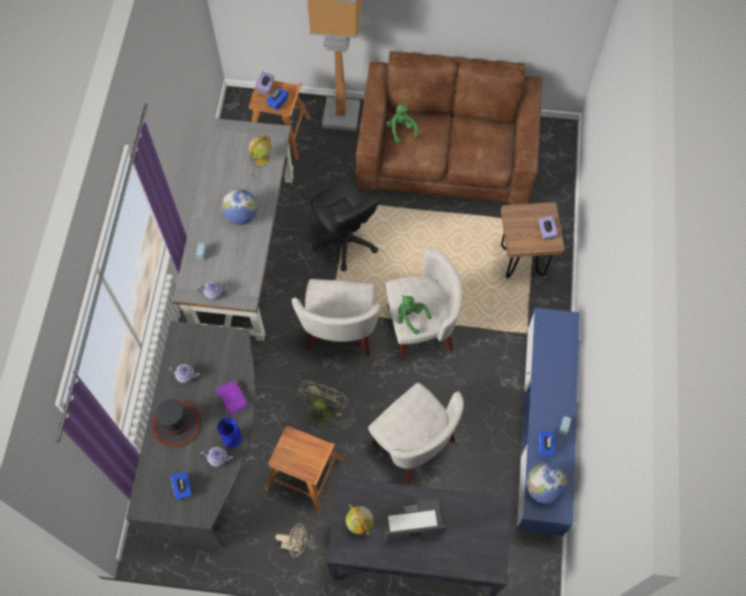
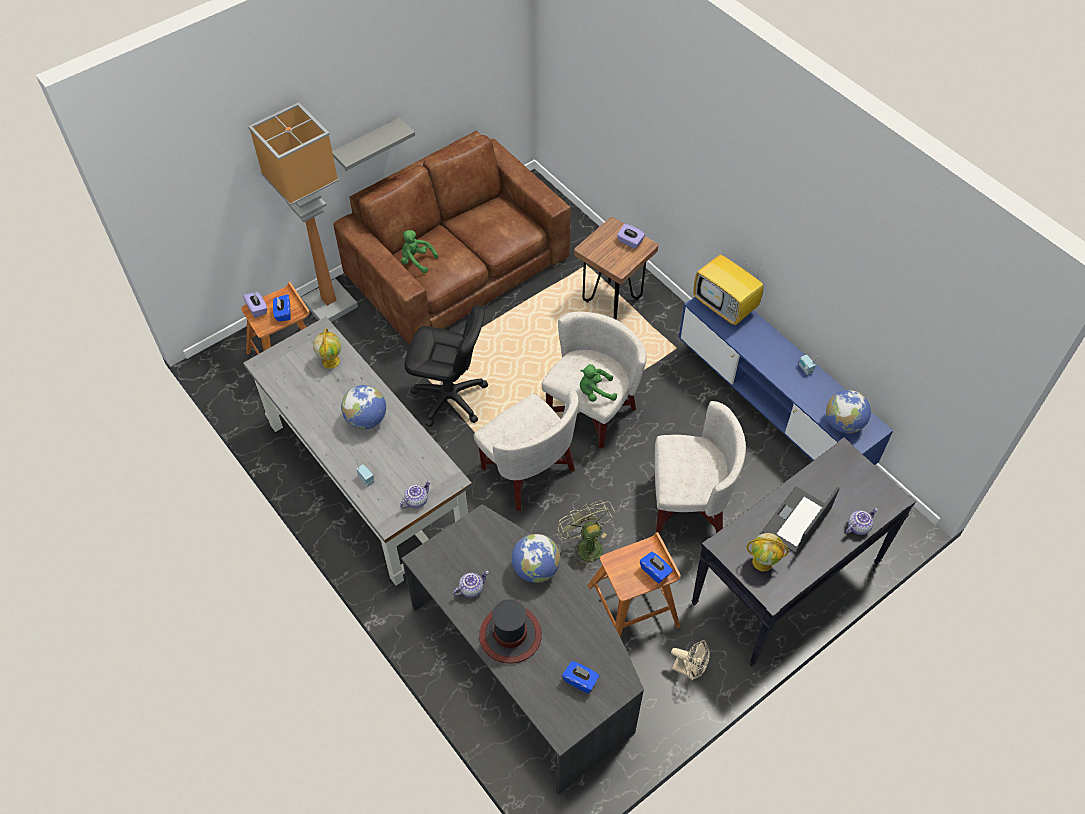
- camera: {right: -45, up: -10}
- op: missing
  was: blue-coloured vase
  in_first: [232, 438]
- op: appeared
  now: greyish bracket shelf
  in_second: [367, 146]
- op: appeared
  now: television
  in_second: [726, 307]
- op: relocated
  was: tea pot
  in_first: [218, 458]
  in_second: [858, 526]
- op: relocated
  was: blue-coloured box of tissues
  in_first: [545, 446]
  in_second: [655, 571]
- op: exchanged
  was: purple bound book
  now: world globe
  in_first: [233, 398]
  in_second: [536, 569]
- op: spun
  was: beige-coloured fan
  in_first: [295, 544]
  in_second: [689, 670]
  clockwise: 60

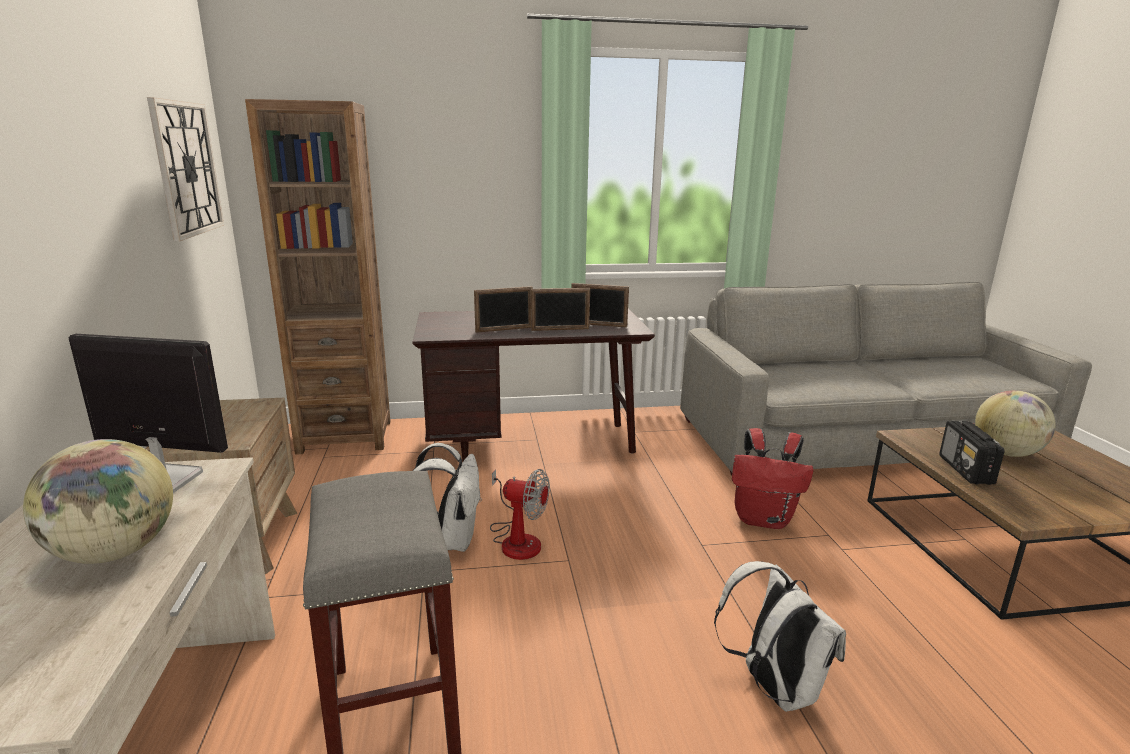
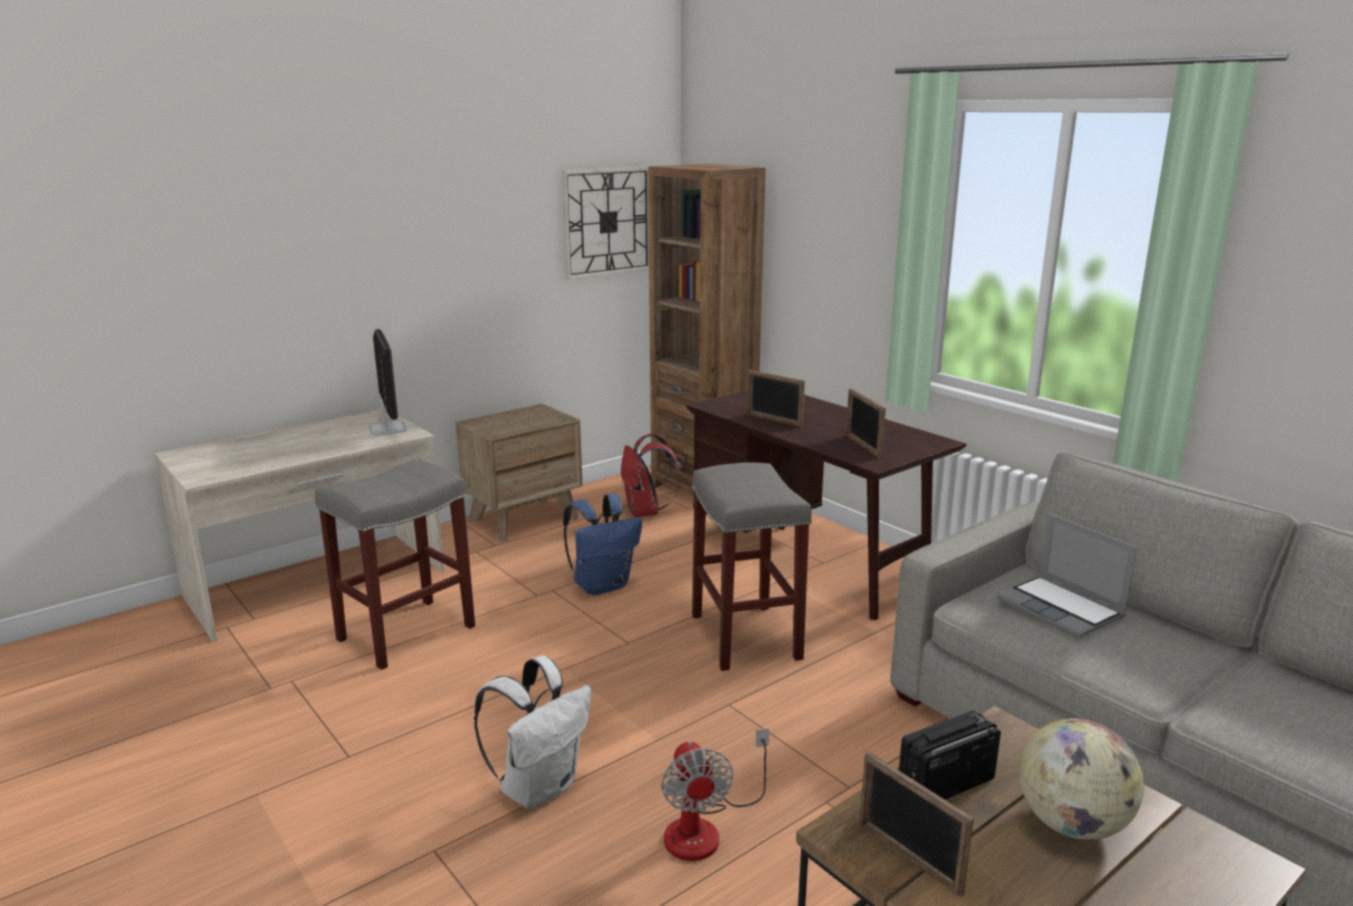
- camera: {right: 60, up: 0}
- op: missing
  was: world globe
  in_first: [114, 552]
- op: appeared
  now: greyish stool
  in_second: [744, 636]
- op: appeared
  now: laptop
  in_second: [1061, 609]
- op: relocated
  was: fan
  in_first: [517, 539]
  in_second: [705, 828]
- op: relocated
  was: standing frame
  in_first: [560, 329]
  in_second: [908, 858]
- op: relocated
  was: red-coloured knapsack
  in_first: [764, 519]
  in_second: [645, 512]
- op: colour
  was: white-coloured knapsack
  now: blue-coloured knapsack
  in_first: [452, 540]
  in_second: [602, 585]

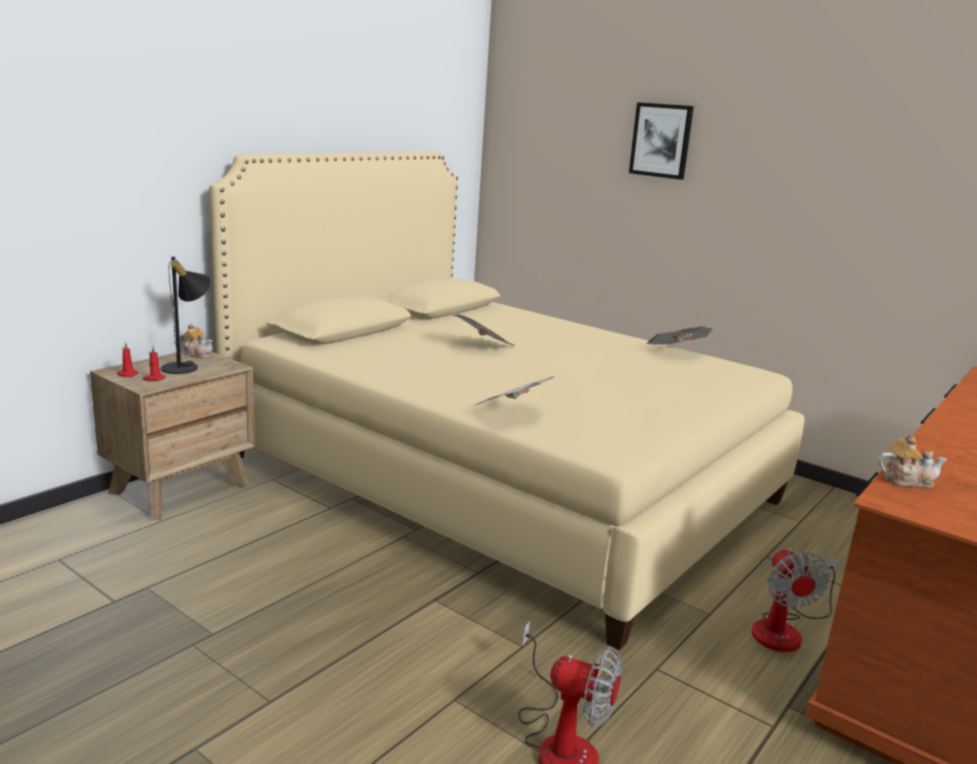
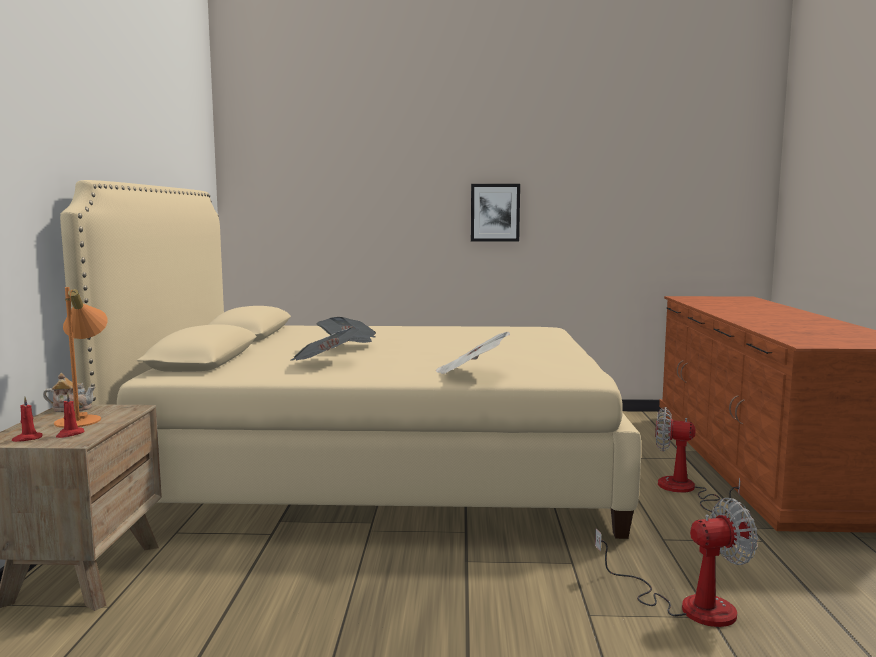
- camera: {right: -35, up: -10}
- op: missing
  was: tea pot
  in_first: [906, 481]
- op: relocated
  was: wall art
  in_first: [661, 140]
  in_second: [495, 212]
- op: relocated
  was: daily paper
  in_first: [676, 353]
  in_second: [325, 363]
- op: colour
  was: blackish lamp for a table
  now: orange lamp for a table
  in_first: [186, 367]
  in_second: [83, 419]
- op: spun
  was: fan
  in_first: [785, 630]
  in_second: [685, 490]
  clockwise: 150

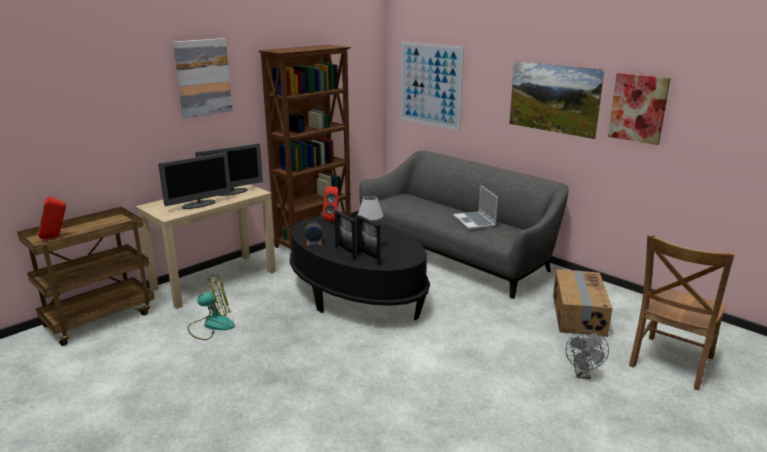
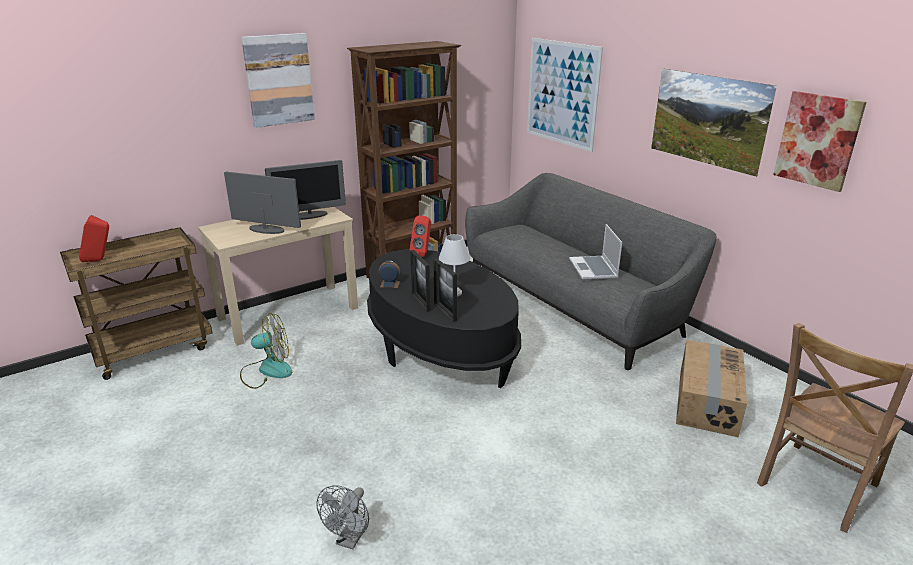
- camera: {right: 10, up: 5}
- op: relocated
  was: greyish fan
  in_first: [582, 374]
  in_second: [350, 539]
- op: spun
  was: monitor
  in_first: [199, 204]
  in_second: [266, 229]
  clockwise: -135

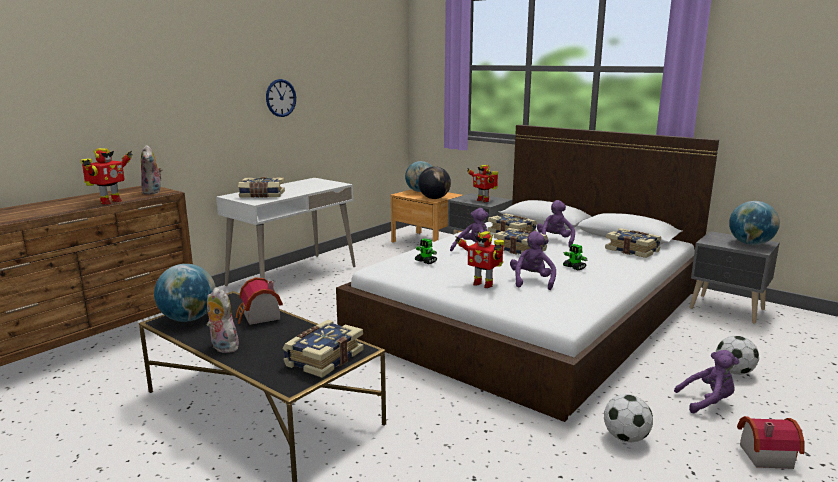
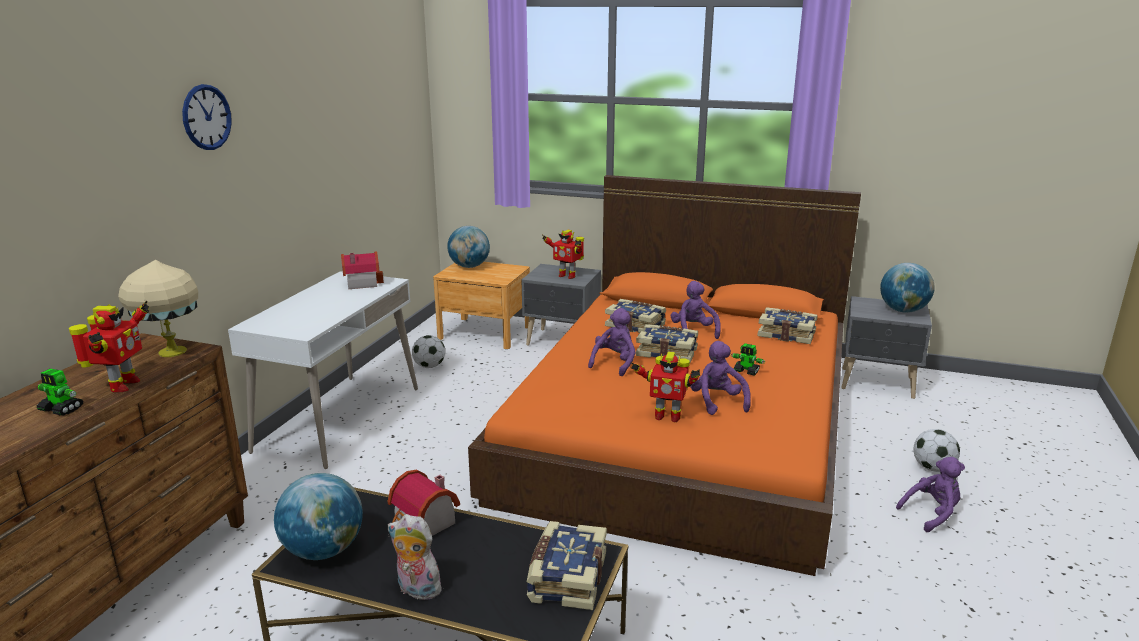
- camera: {right: -20, up: 5}
- op: missing
  was: bound book
  in_first: [262, 195]
- op: missing
  was: world globe
  in_first: [434, 198]
- op: relocated
  was: wall clock
  in_first: [281, 98]
  in_second: [206, 117]
- op: relocated
  was: robot figure
  in_first: [426, 261]
  in_second: [61, 409]
- op: relocated
  was: football
  in_first: [626, 438]
  in_second: [430, 366]
- op: relocated
  was: miniature house
  in_first: [763, 454]
  in_second: [361, 283]
- op: exchanged
  was: cuddly toy
  now: beige-coloured lamp for a table
  in_first: [153, 192]
  in_second: [171, 352]
- op: colour
  was: white-coloured bed
  now: orange bed
  in_first: [533, 312]
  in_second: [684, 425]

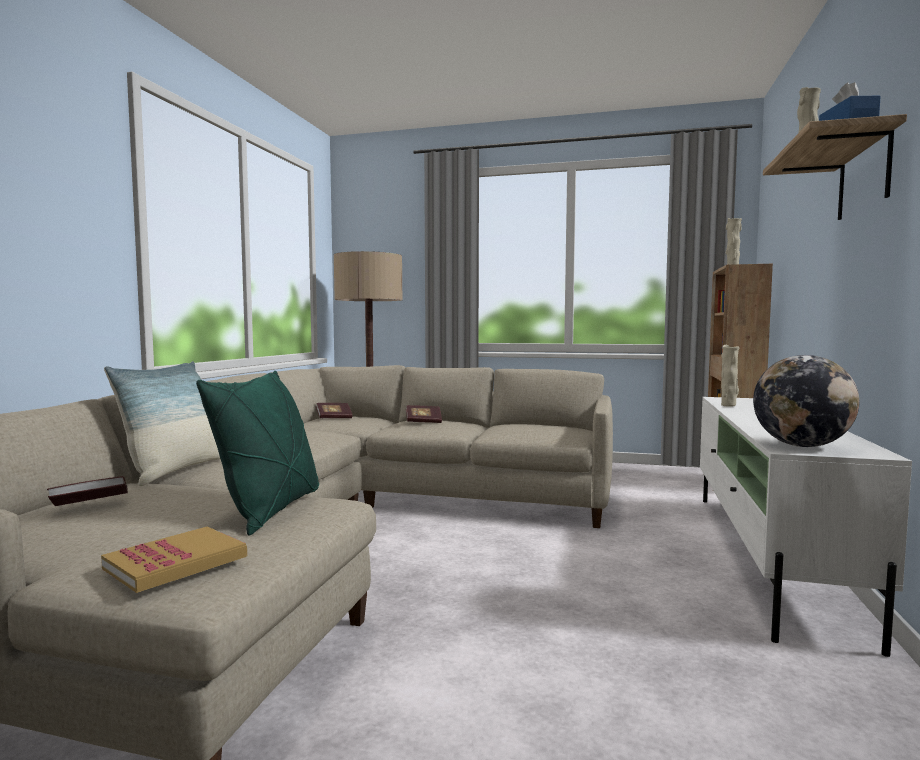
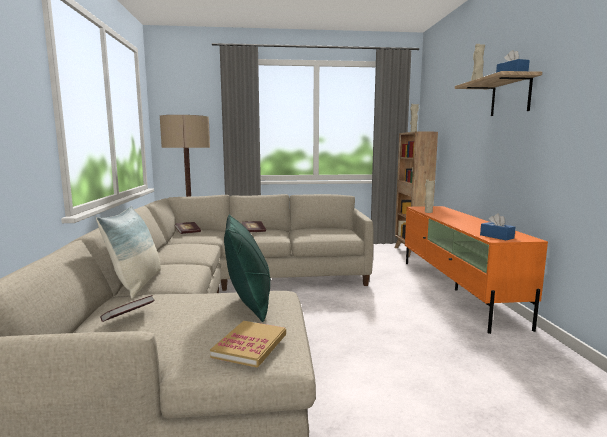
- camera: {right: -20, up: 5}
- op: exchanged
  was: world globe
  now: blue-coloured box of tissues
  in_first: [801, 446]
  in_second: [496, 236]
- op: colour
  was: white-coloured media console
  now: orange media console
  in_first: [767, 556]
  in_second: [456, 290]

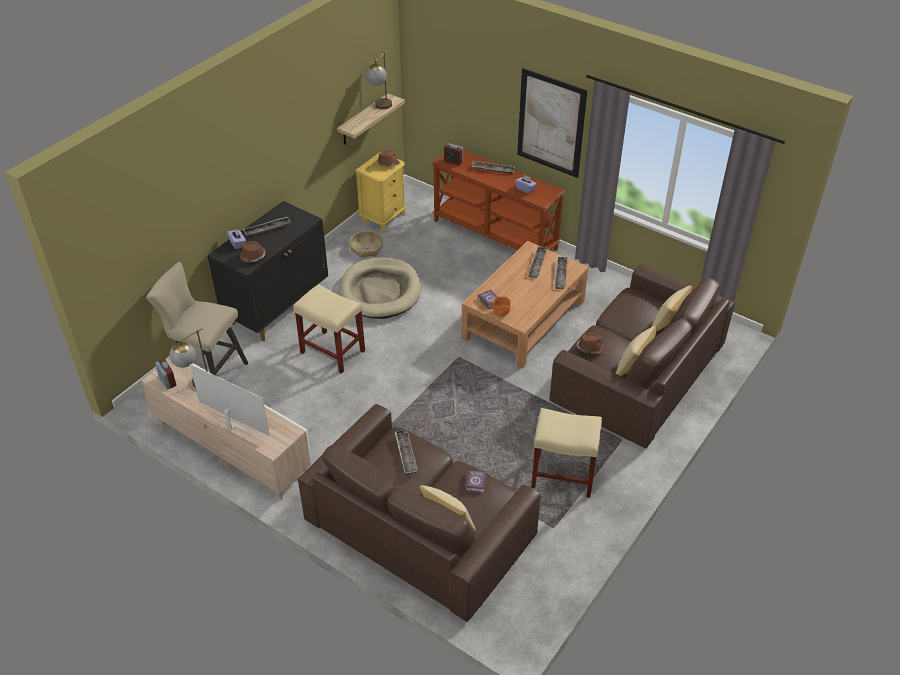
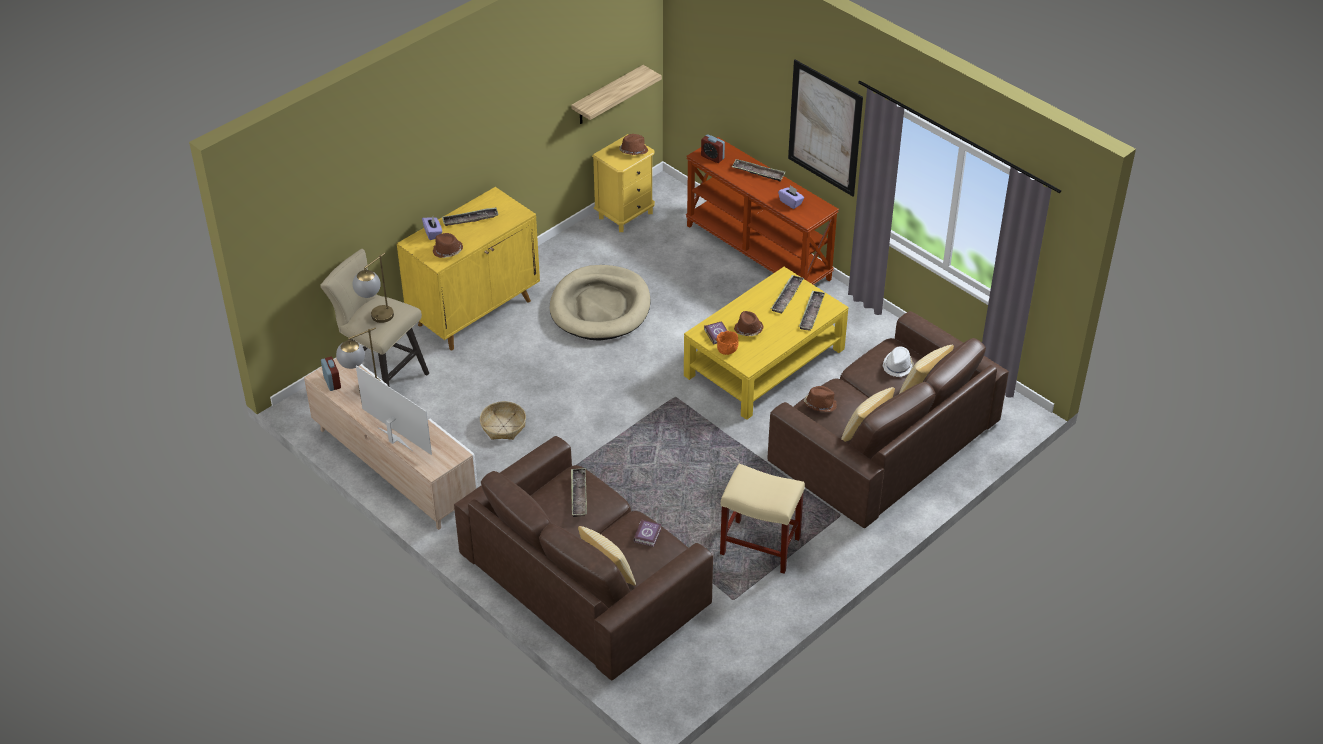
- camera: {right: 10, up: 0}
- op: missing
  was: beige-coloured stool
  in_first: [332, 351]
- op: appeared
  now: brown-coloured clothing hat
  in_second: [748, 330]
- op: appeared
  now: white-coloured clothing hat
  in_second: [898, 366]
- op: relocated
  was: basket
  in_first: [366, 248]
  in_second: [503, 426]
- op: relocated
  was: lamp for a table
  in_first: [380, 108]
  in_second: [376, 320]
- op: colour
  was: blackish cupboard
  now: yellow cupboard
  in_first: [277, 307]
  in_second: [475, 312]
- op: colour
  was: brown-coloured lounge table
  now: yellow lounge table
  in_first: [523, 320]
  in_second: [764, 363]

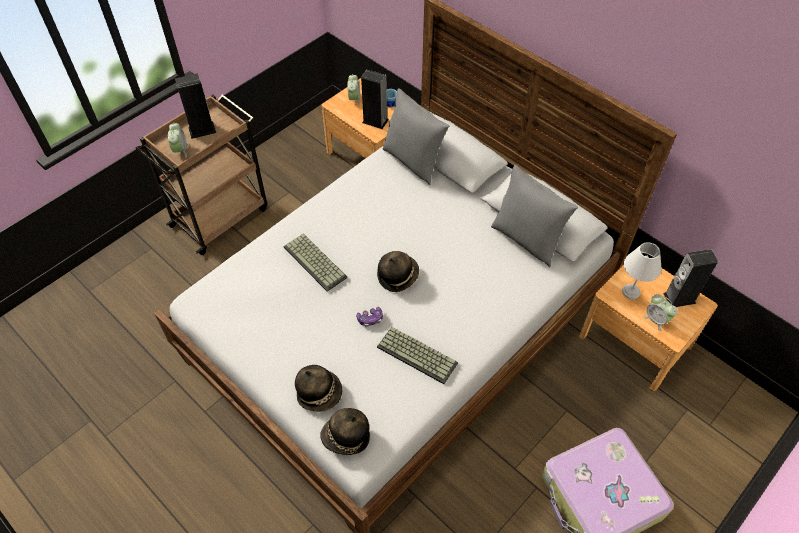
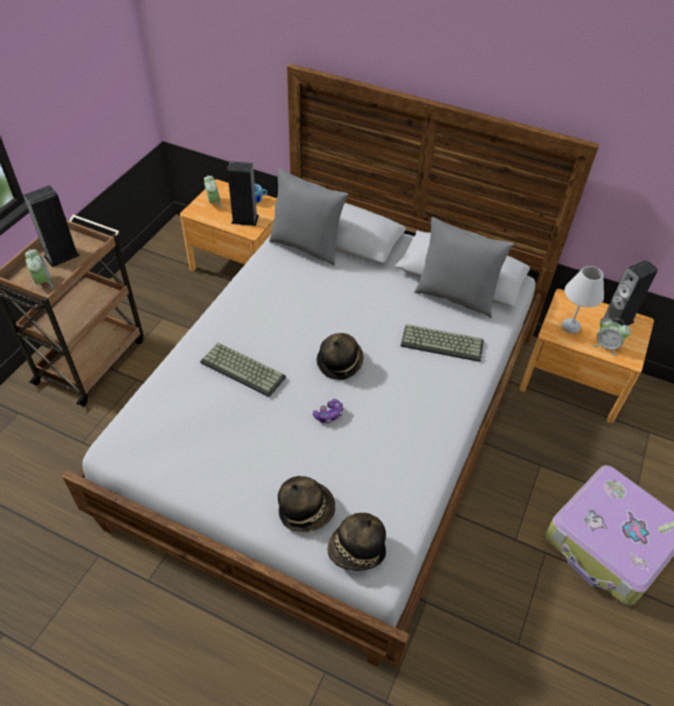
- camera: {right: -20, up: -5}
- op: relocated
  was: computer keyboard
  in_first: [418, 354]
  in_second: [443, 343]

